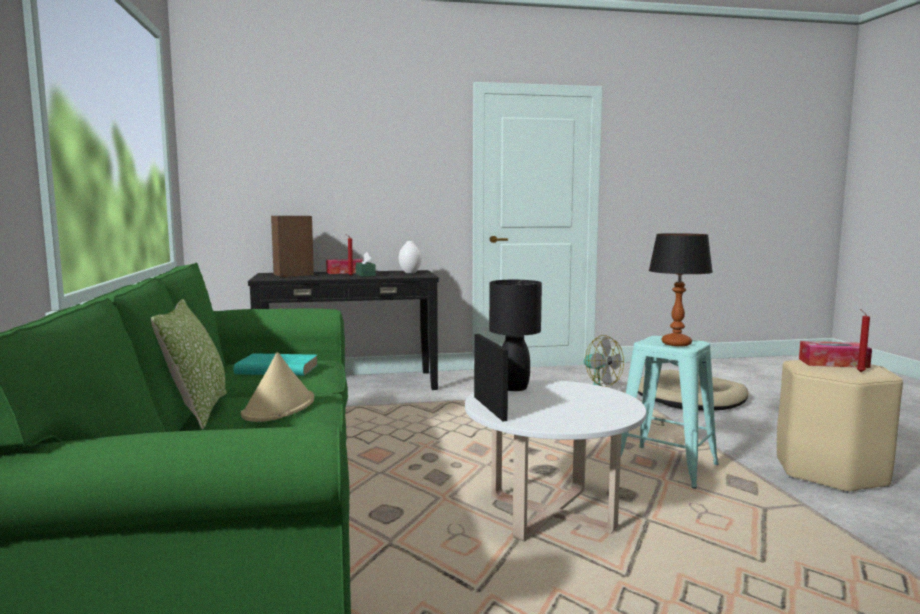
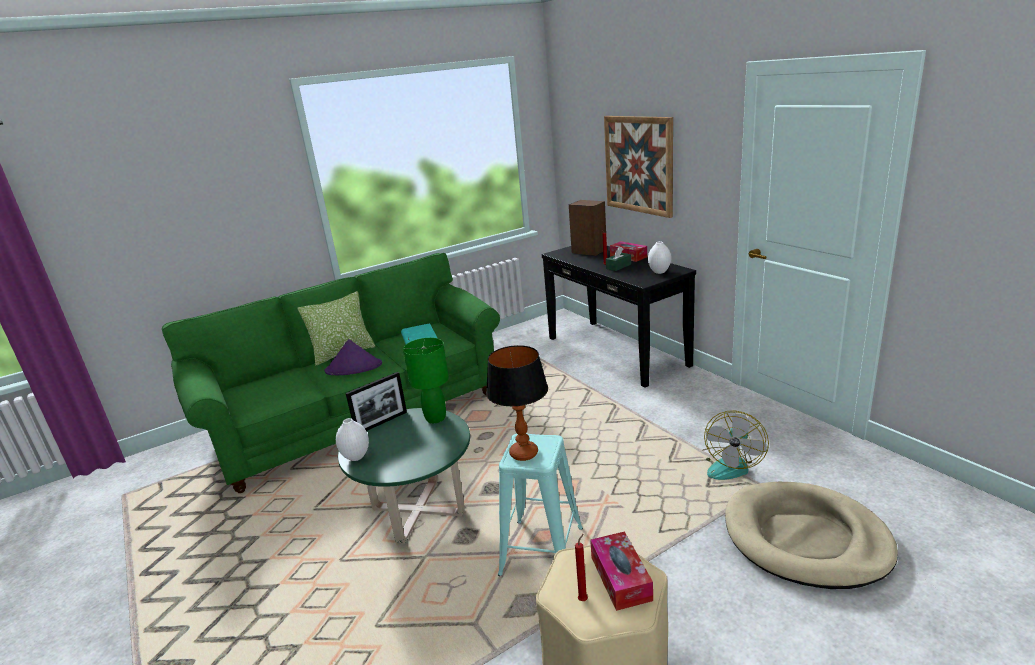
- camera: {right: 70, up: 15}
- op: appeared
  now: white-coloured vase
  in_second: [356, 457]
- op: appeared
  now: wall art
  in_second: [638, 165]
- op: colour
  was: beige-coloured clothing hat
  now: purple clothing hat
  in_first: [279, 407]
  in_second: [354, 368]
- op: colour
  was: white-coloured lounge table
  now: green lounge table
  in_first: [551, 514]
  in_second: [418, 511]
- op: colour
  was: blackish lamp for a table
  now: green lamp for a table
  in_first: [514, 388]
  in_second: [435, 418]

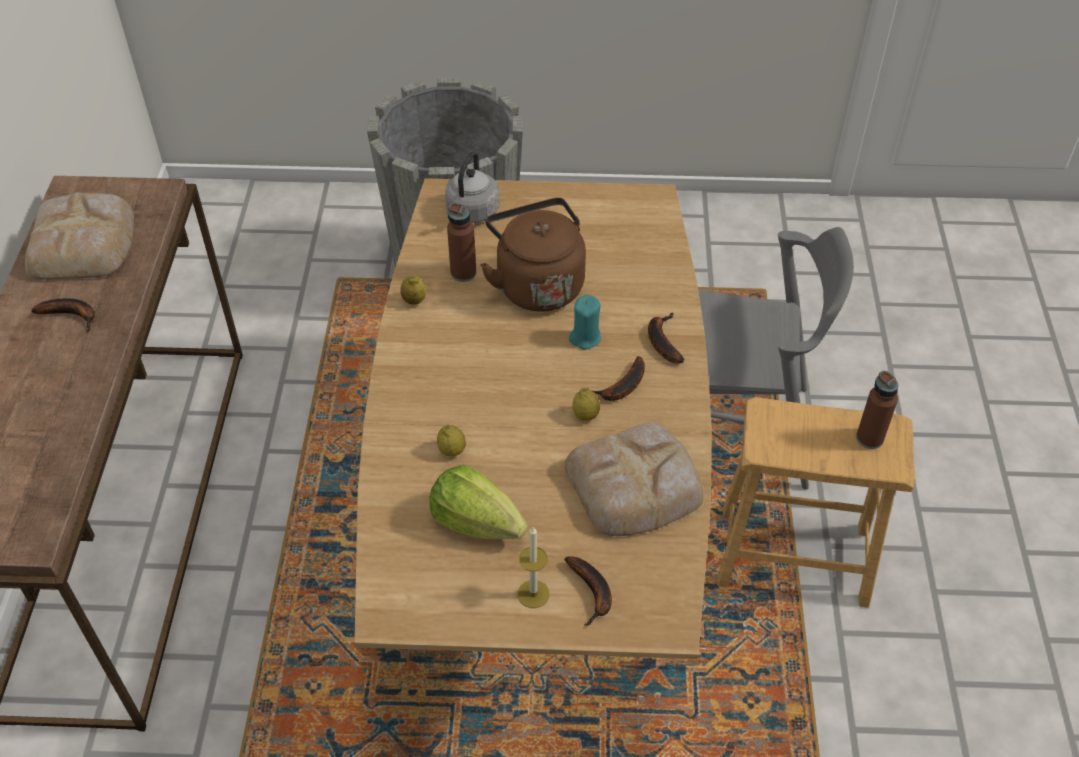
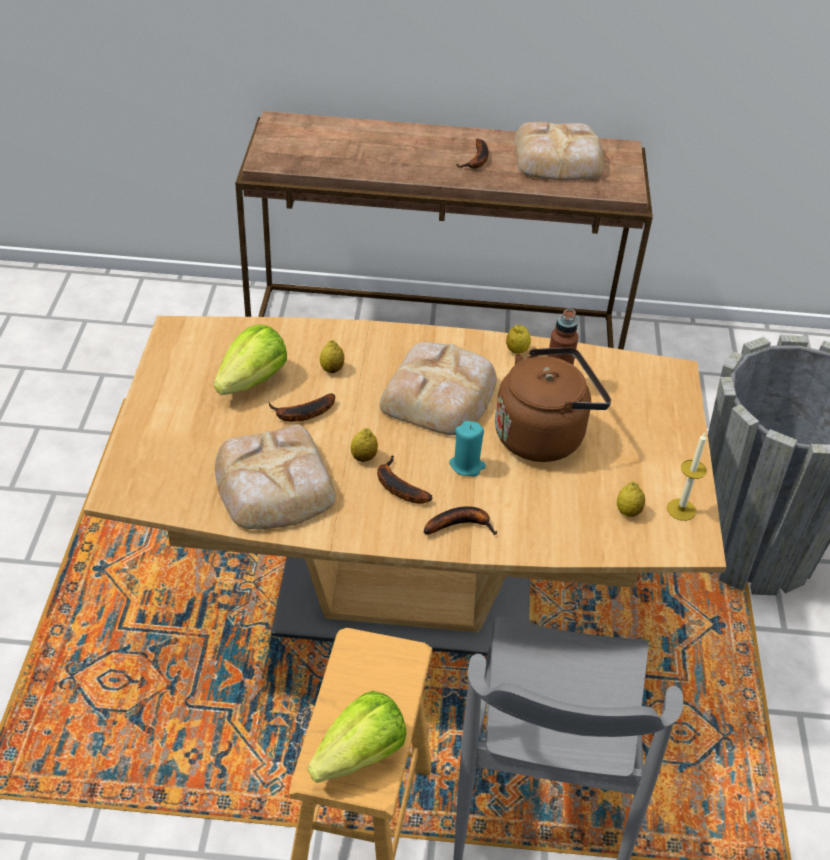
- camera: {right: 90, up: -5}
- op: missing
  was: greyish kettle
  in_first: [471, 213]
- op: appeared
  now: bakery bread
  in_second: [440, 394]
- op: appeared
  now: citrus fruit
  in_second: [628, 511]
- op: relocated
  was: candle
  in_first: [533, 594]
  in_second: [681, 509]
- op: relocated
  was: whole banana
  in_first: [592, 593]
  in_second: [301, 414]
- op: exchanged
  was: brown-coloured bottle
  now: lettuce
  in_first: [869, 438]
  in_second: [360, 755]

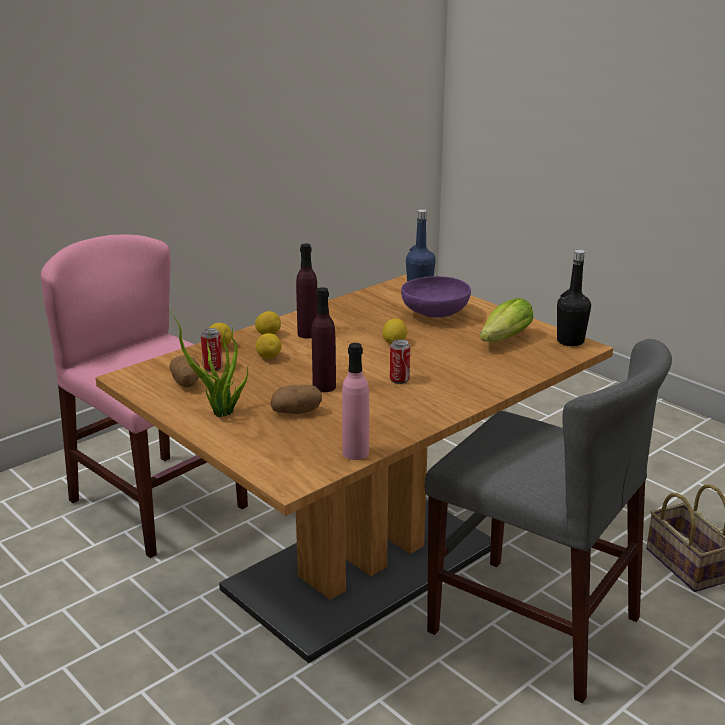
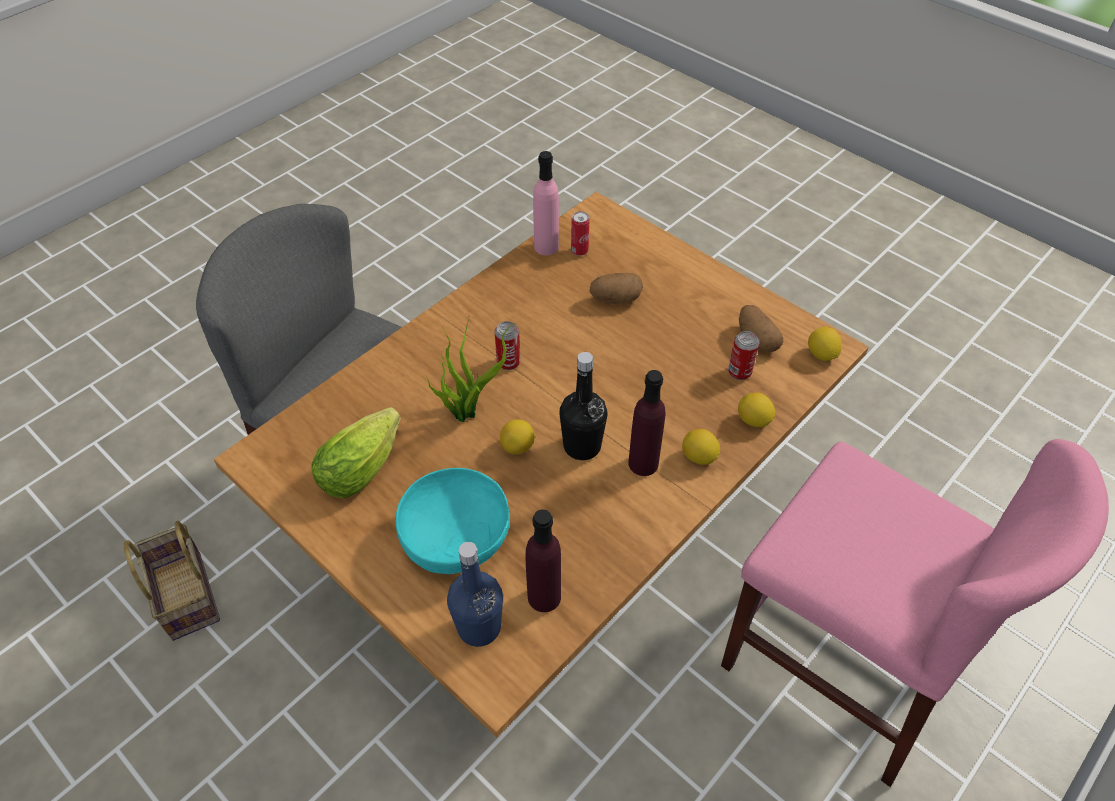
- camera: {right: 175, up: 25}
- op: appeared
  now: metal can
  in_second: [579, 251]
- op: relocated
  was: houseplant
  in_first: [220, 414]
  in_second: [468, 411]
- op: relocated
  was: citrus fruit
  in_first: [269, 357]
  in_second: [821, 354]
- op: relocated
  was: purple bottle
  in_first: [324, 387]
  in_second: [544, 597]
- op: relocated
  was: blackish bottle
  in_first: [570, 341]
  in_second: [582, 446]
- op: colour
  was: purple serving bowl
  now: turquoise-coloured serving bowl
  in_first: [435, 315]
  in_second: [456, 538]

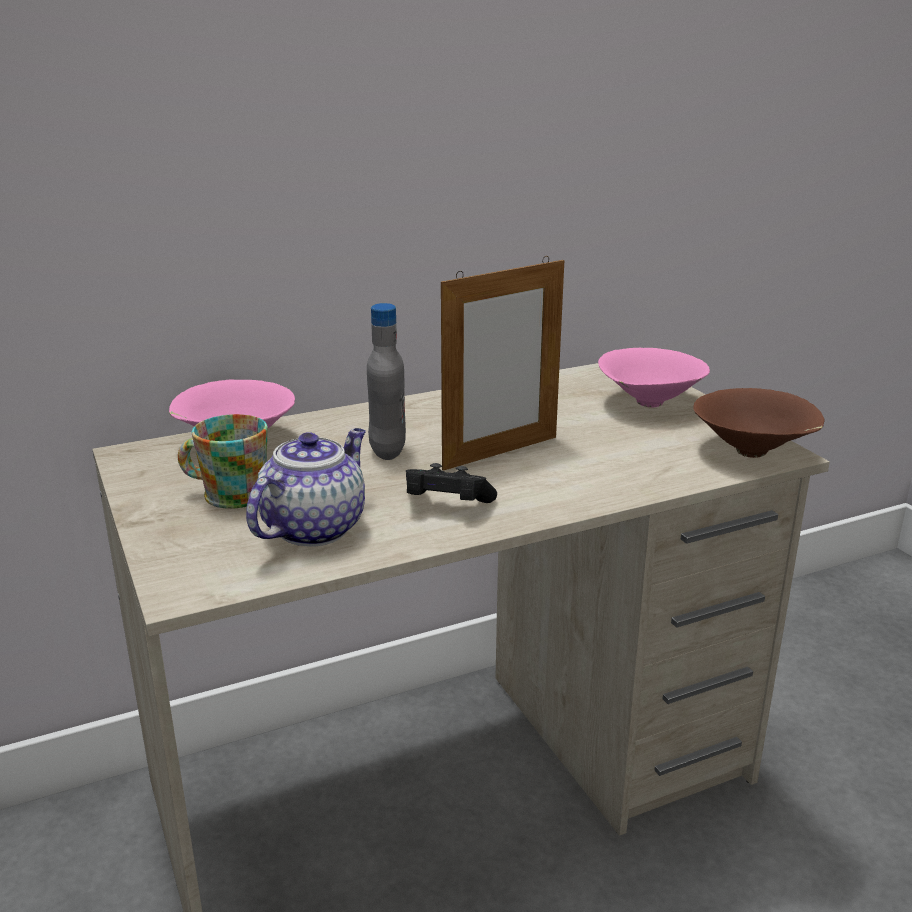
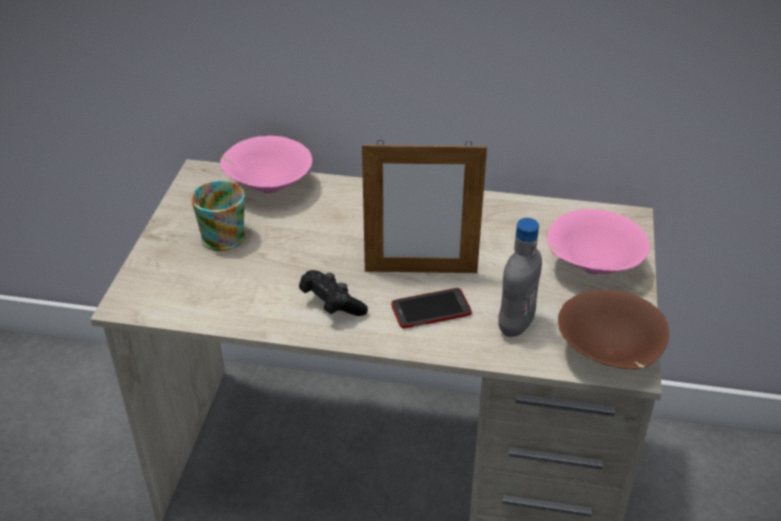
- camera: {right: 35, up: 15}
- op: missing
  was: tea pot
  in_first: [314, 527]
- op: appeared
  now: phone
  in_second: [431, 309]
- op: relocated
  was: greyish bottle
  in_first: [387, 451]
  in_second: [515, 325]

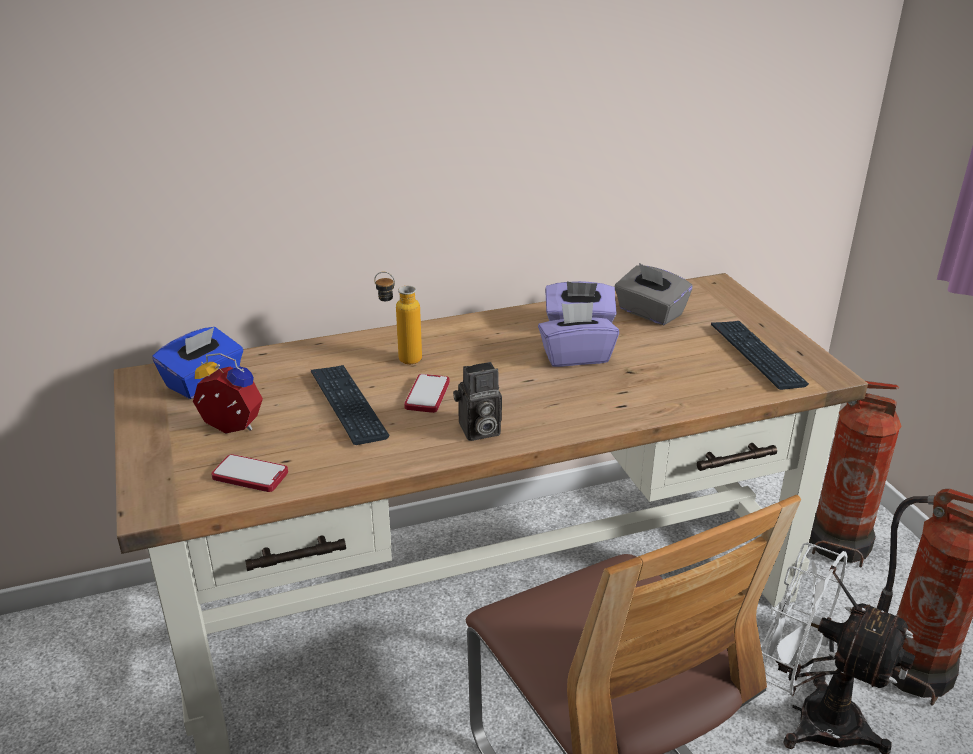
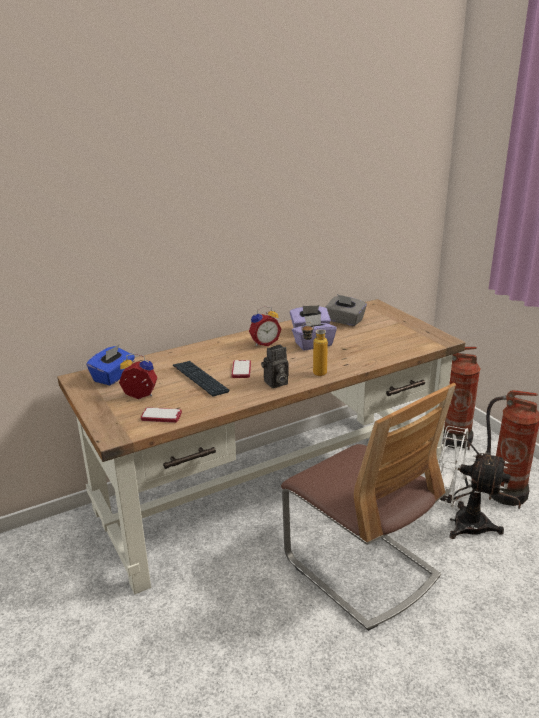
- camera: {right: -10, up: -5}
- op: missing
  was: computer keyboard
  in_first: [756, 355]
- op: appeared
  now: bedside clock
  in_second: [264, 343]
- op: relocated
  was: bottle
  in_first: [400, 358]
  in_second: [314, 373]

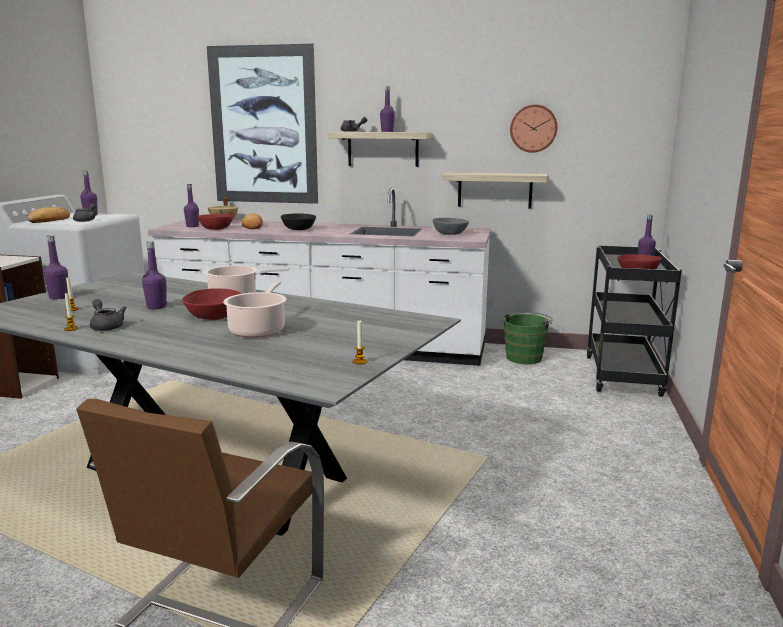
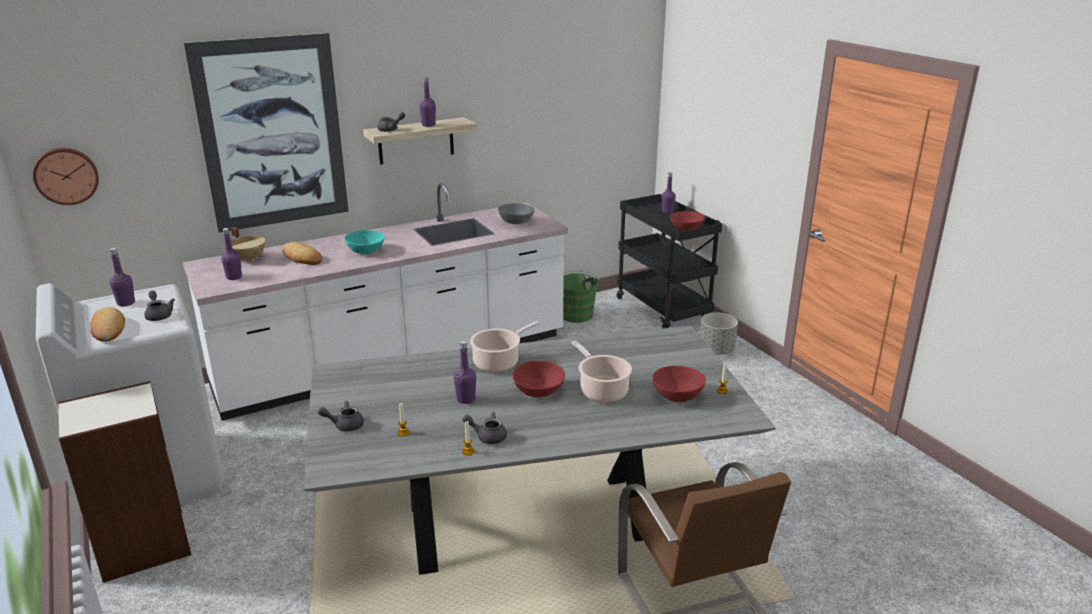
- camera: {right: -40, up: 10}
- op: missing
  was: bracket shelf
  in_first: [494, 190]
- op: appeared
  now: greyish plant pot
  in_second: [716, 350]
- op: relocated
  was: red-coloured serving bowl
  in_first: [216, 229]
  in_second: [677, 395]
- op: relocated
  was: wall clock
  in_first: [533, 128]
  in_second: [66, 175]
- op: exchanged
  was: purple bottle
  now: greyish tea pot
  in_first: [59, 297]
  in_second: [344, 425]
- op: colour
  was: blackish serving bowl
  now: turquoise-coloured serving bowl
  in_first: [299, 229]
  in_second: [366, 251]

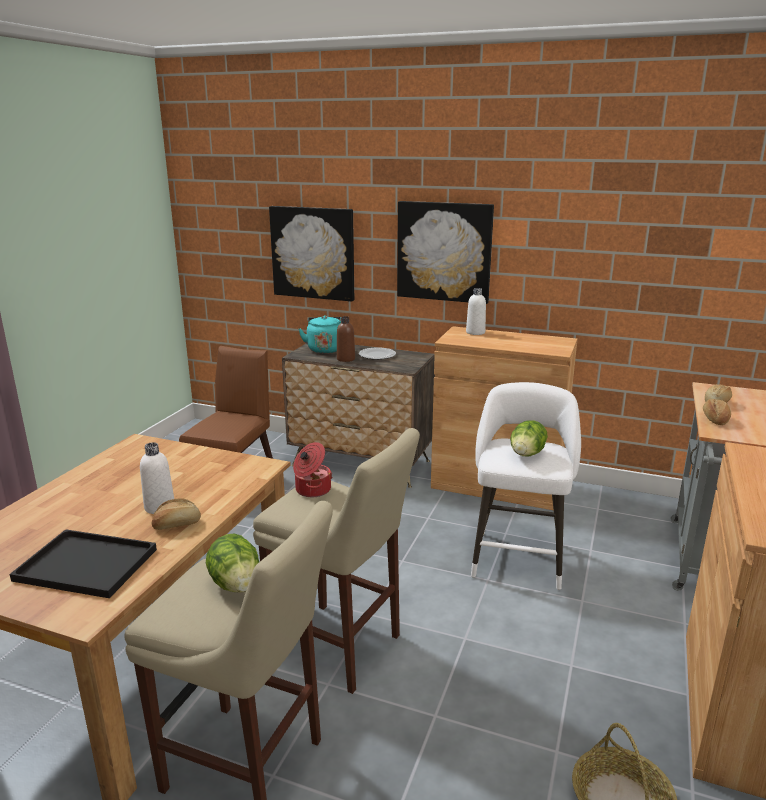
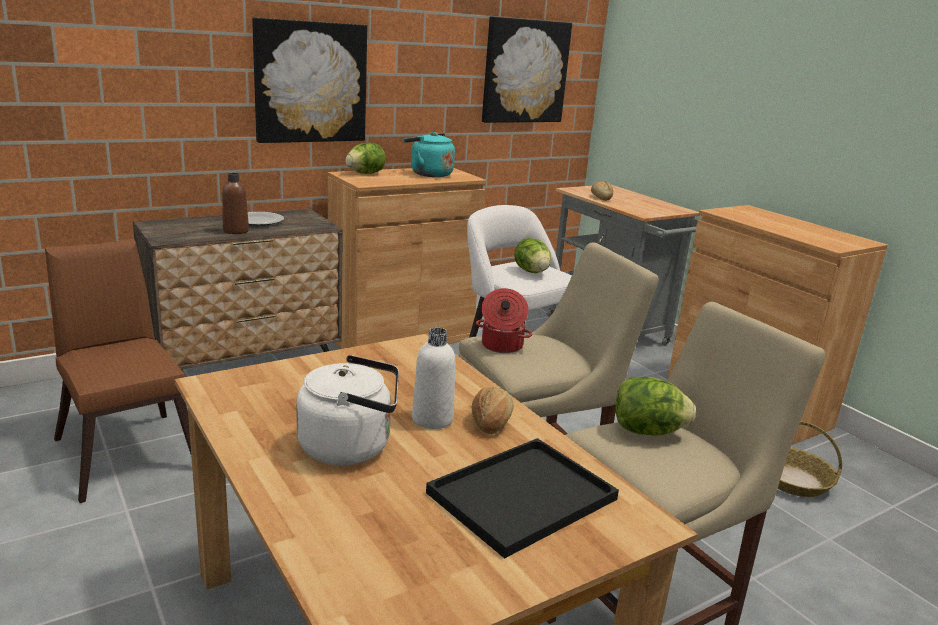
- camera: {right: -55, up: 0}
- op: missing
  was: bakery bread
  in_first: [715, 420]
- op: appeared
  now: white-coloured kettle
  in_second: [351, 447]
- op: relocated
  was: wall art
  in_first: [313, 253]
  in_second: [525, 71]
- op: relocated
  was: turquoise-coloured kettle
  in_first: [324, 349]
  in_second: [428, 174]
- op: exchanged
  was: white-coloured bottle
  now: lettuce
  in_first: [475, 332]
  in_second: [365, 173]

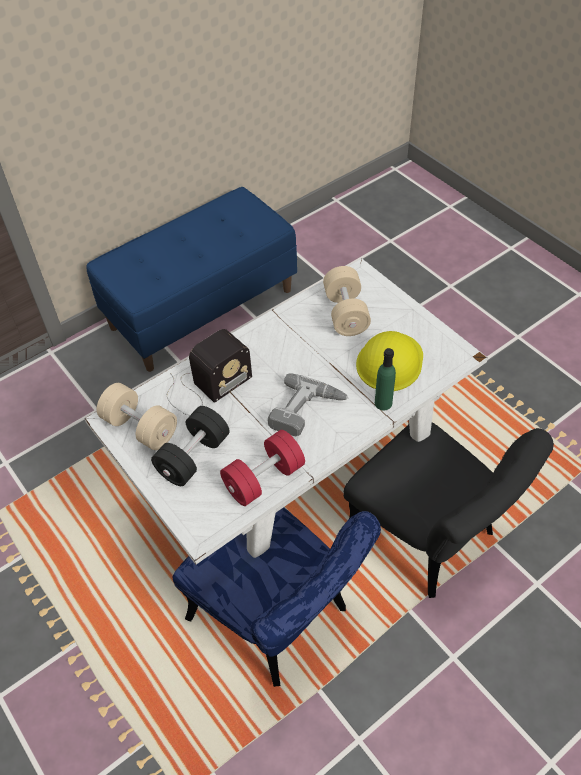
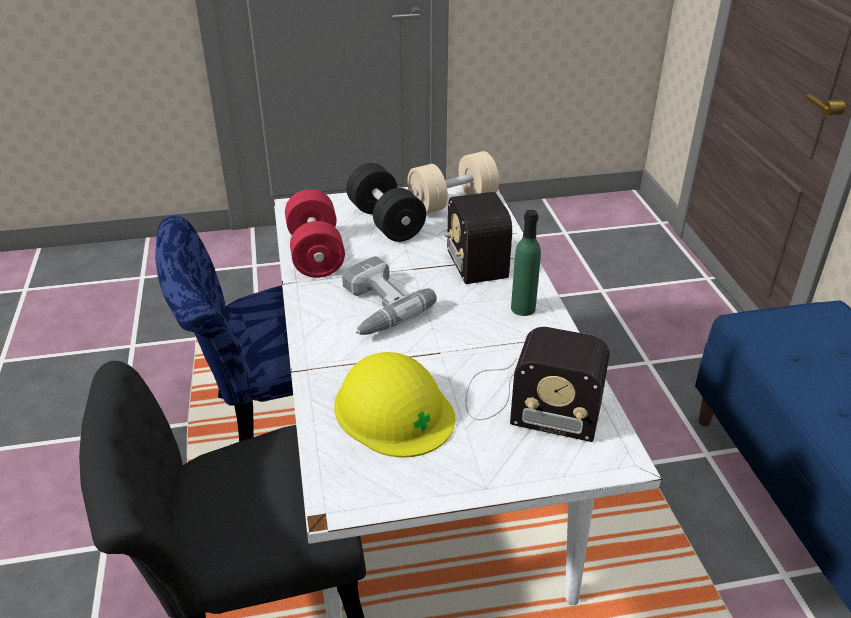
- camera: {right: 115, up: -15}
- op: relocated
  was: green bottle
  in_first: [383, 403]
  in_second: [523, 308]
- op: exchanged
  was: beige-coloured free weight
  now: radio
  in_first: [345, 313]
  in_second: [527, 403]

